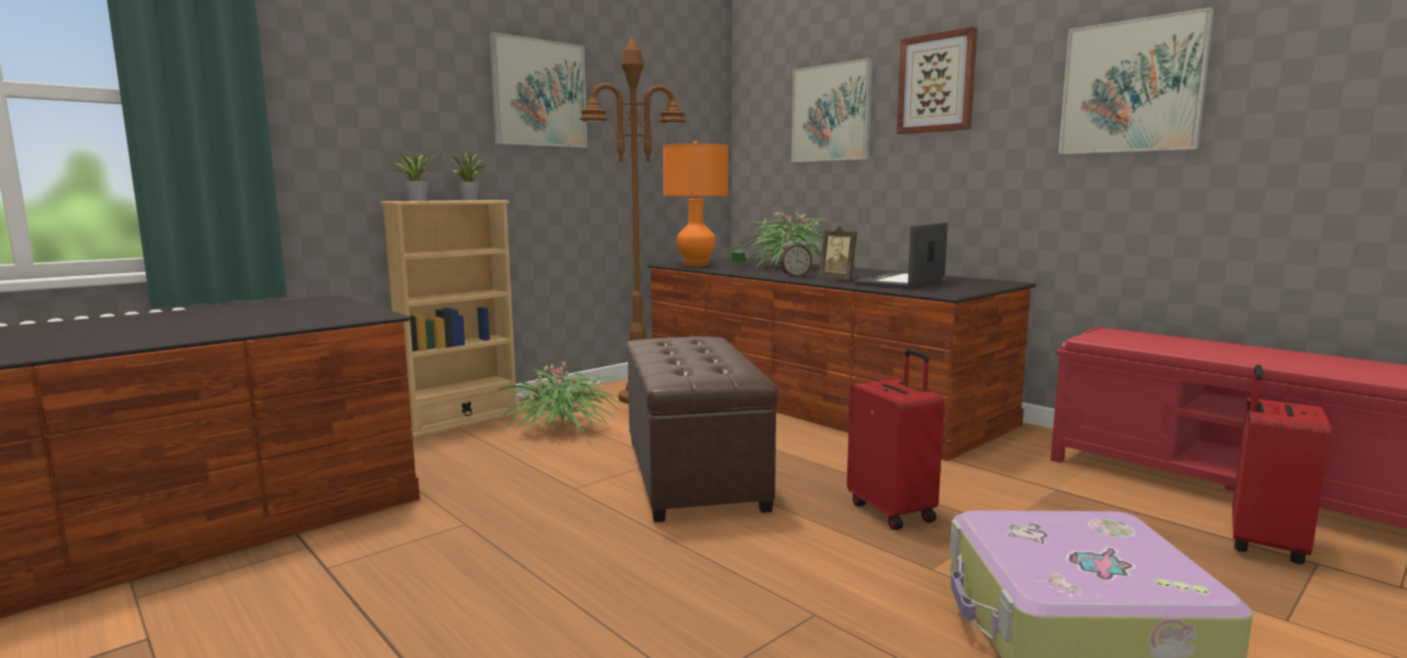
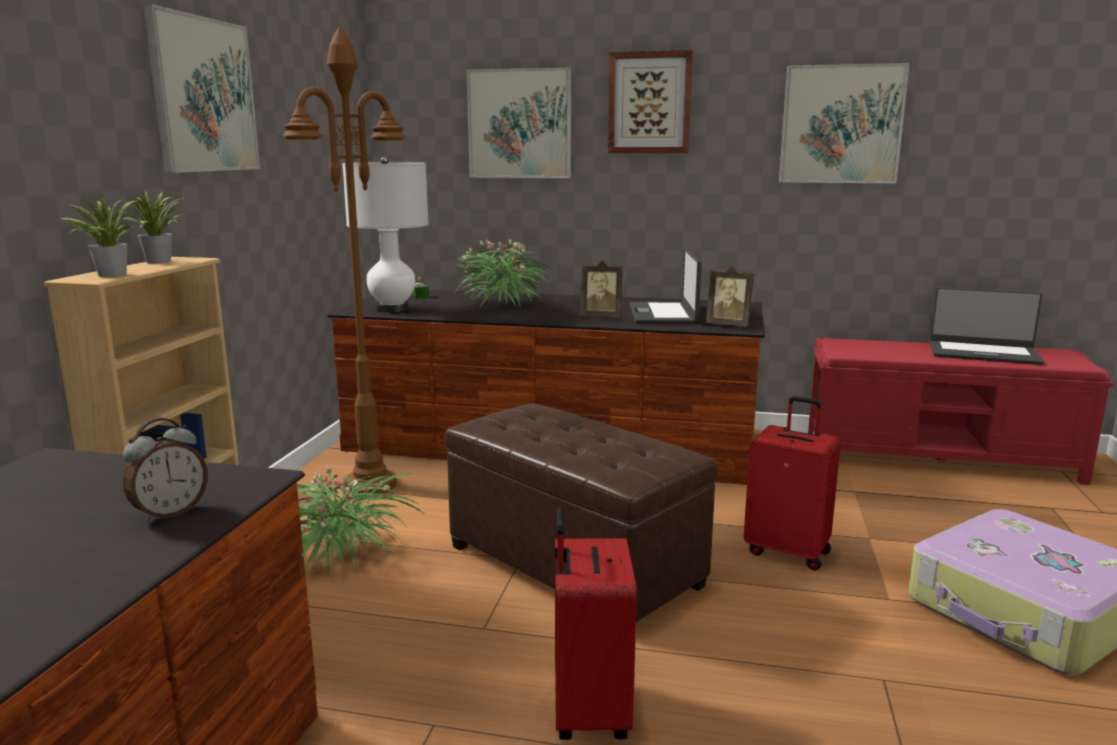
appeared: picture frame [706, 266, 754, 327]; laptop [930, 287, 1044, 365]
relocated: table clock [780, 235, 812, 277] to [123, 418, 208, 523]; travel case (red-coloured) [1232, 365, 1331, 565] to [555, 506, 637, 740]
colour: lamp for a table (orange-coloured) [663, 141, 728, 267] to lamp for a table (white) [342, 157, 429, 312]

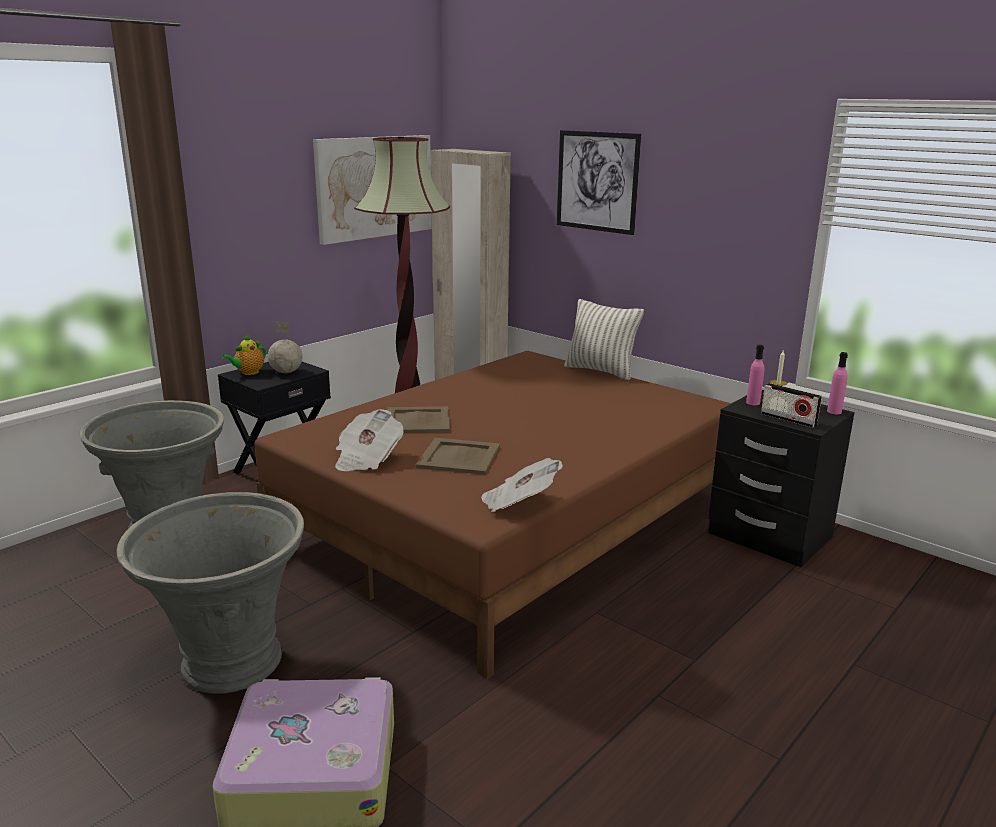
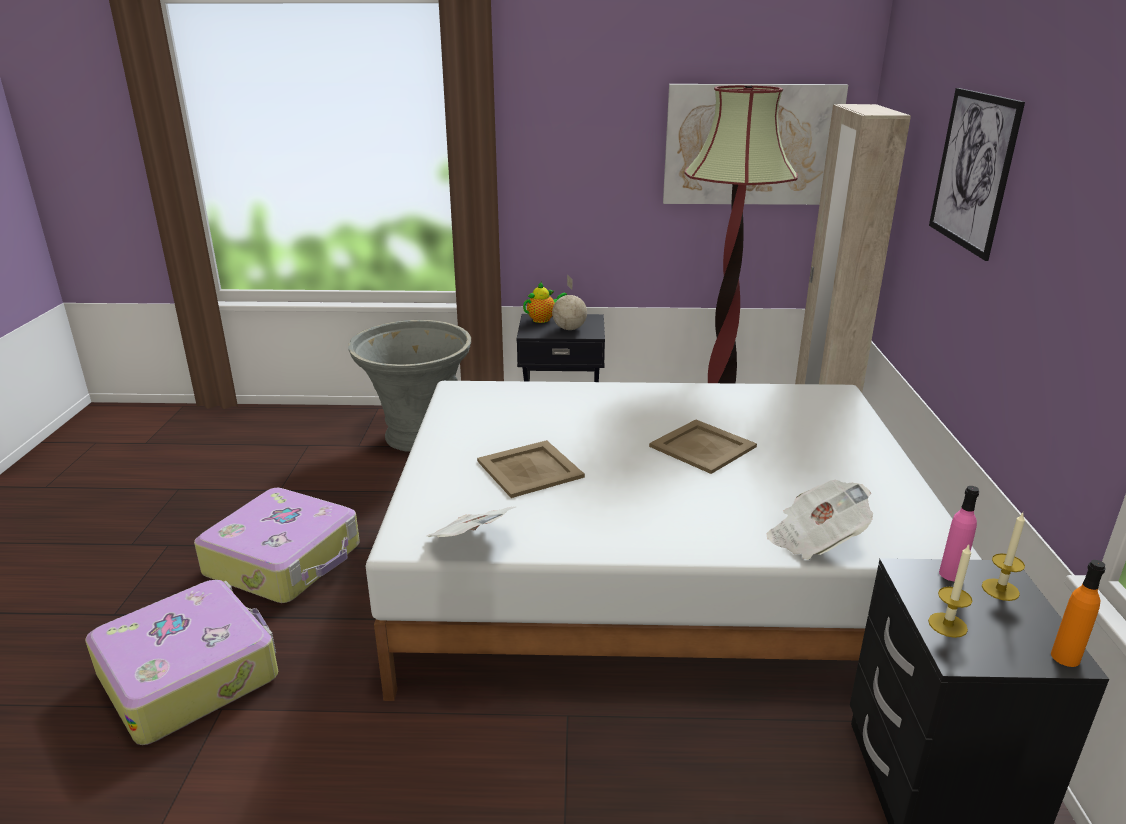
missing: pillow [564, 299, 644, 380]
relocated: printed paper [335, 409, 404, 471] to [767, 480, 873, 560]; tray (beige) [387, 406, 450, 433] to [649, 419, 757, 474]
exchanged: planter (gray) [116, 492, 304, 694] to travel case [194, 488, 360, 603]; radio [761, 383, 822, 428] to wax light [928, 545, 972, 638]
colour: bedroom bed (brownish) [254, 351, 731, 679] to bedroom bed (white) [366, 381, 982, 701]; bottle (pinkish) [827, 352, 848, 414] to bottle (orange-coloured) [1051, 560, 1106, 667]
spun: teapot [222, 334, 266, 375] = [523, 282, 567, 323] 150 degrees clockwise

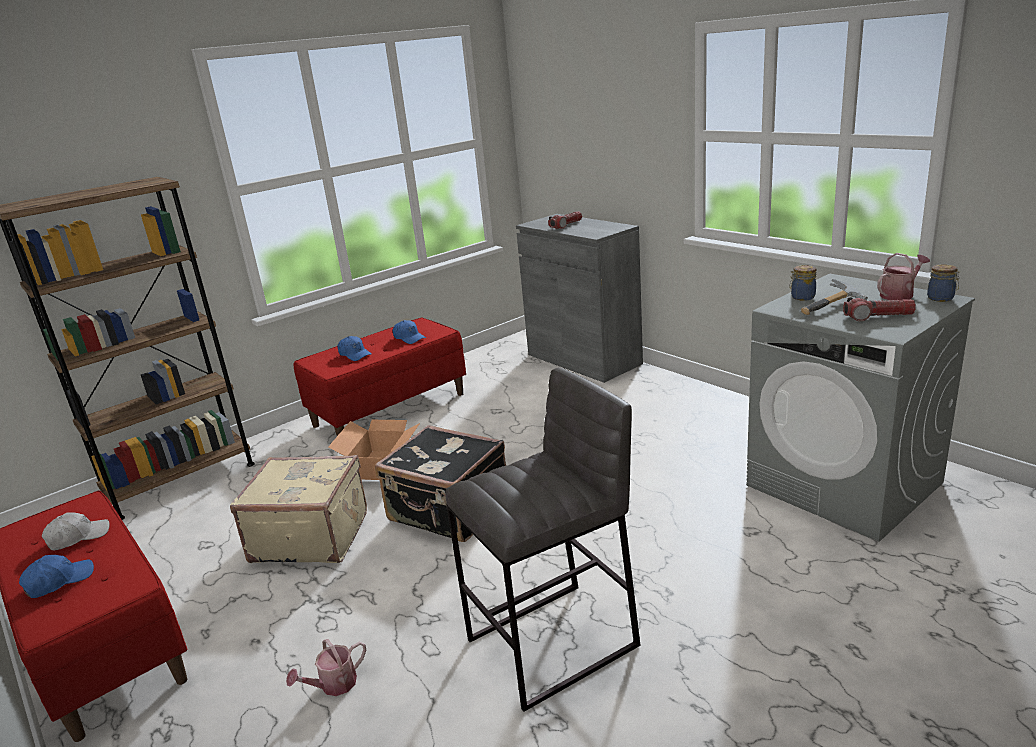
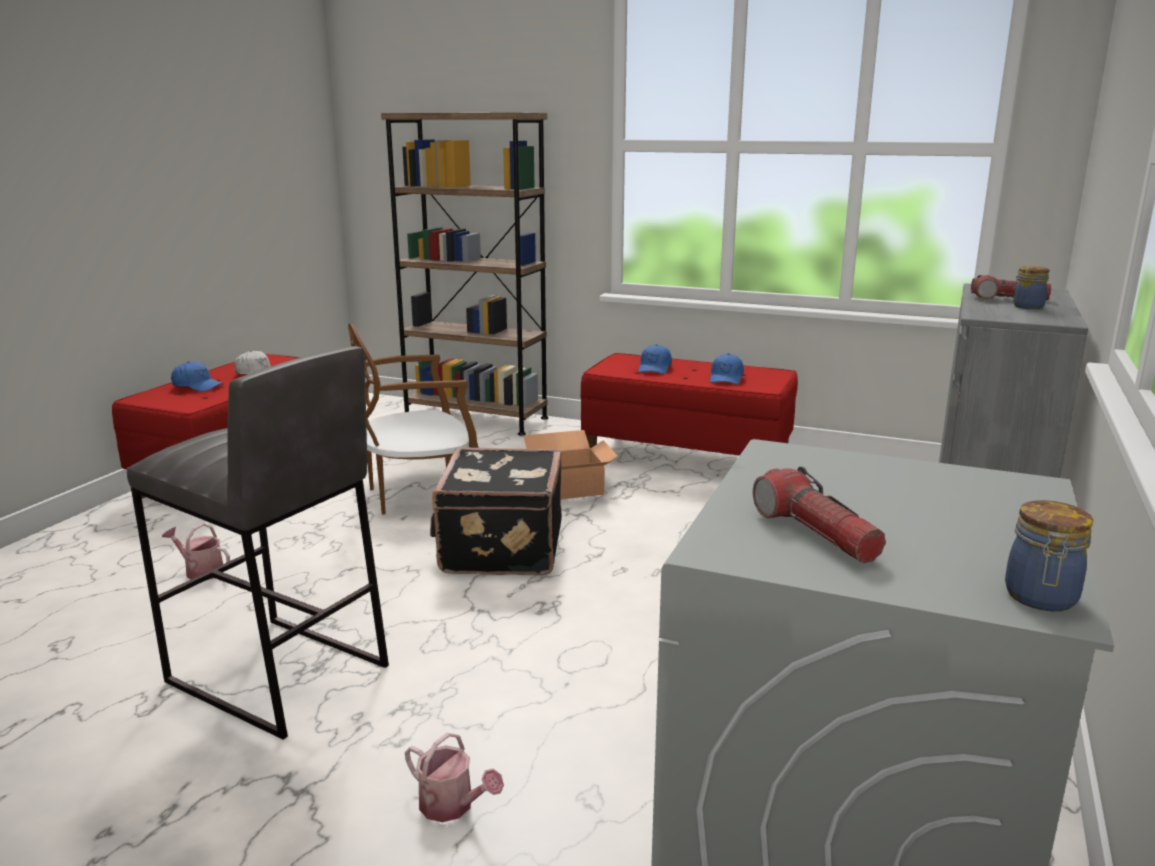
missing: hand hammer [801, 279, 868, 315]
relocated: preserve jar [789, 265, 817, 301] to [1013, 266, 1050, 309]; watering pot [877, 253, 930, 300] to [405, 733, 504, 822]
exchanged: travel case (beige) [230, 455, 367, 563] to plain chair (brownish) [348, 323, 479, 514]

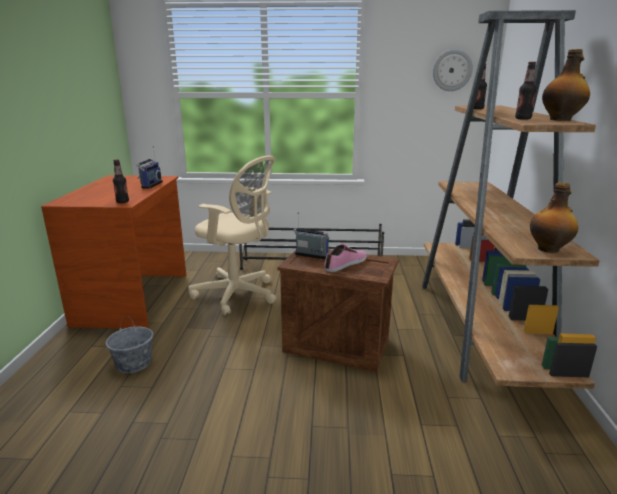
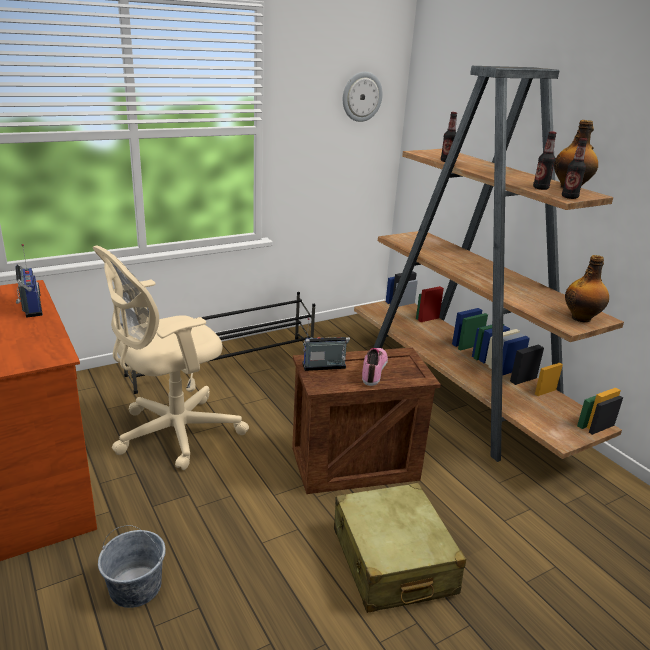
appeared: travel case (beige) [334, 483, 466, 613]
relocated: bottle [113, 159, 129, 203] to [562, 138, 587, 199]
spun: desk chair (beige) [188, 156, 276, 315] = [92, 245, 249, 470] 150 degrees clockwise

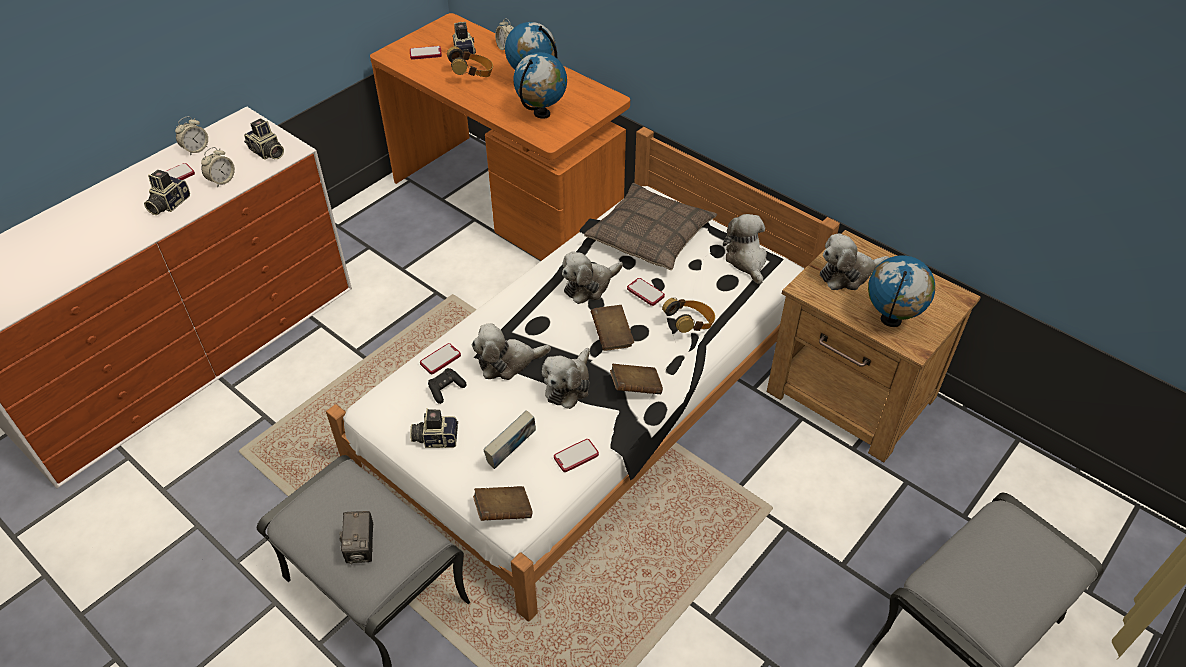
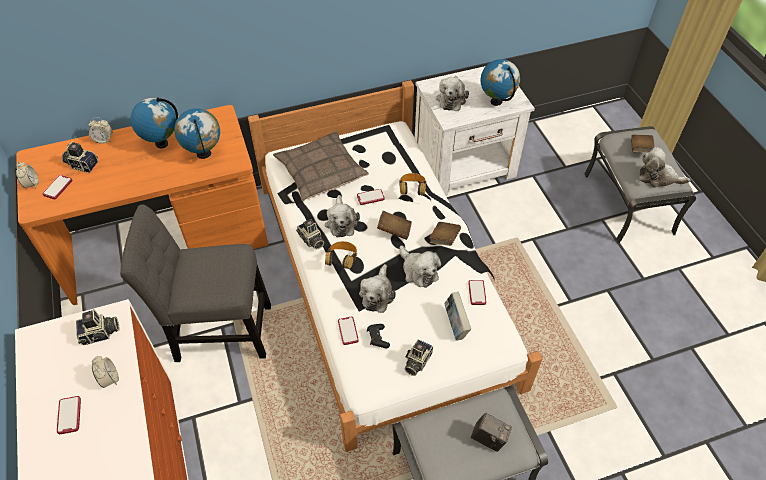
appeared: plain chair (gray) [120, 204, 271, 362]
relocated: photo camera [144, 170, 190, 215] to [296, 219, 324, 250]; table clock [175, 116, 208, 156] to [16, 162, 39, 188]; headphones [447, 46, 493, 77] to [325, 241, 357, 269]; book (brownish) [473, 486, 532, 521] to [631, 135, 655, 152]; cuddly toy [723, 214, 767, 284] to [639, 147, 690, 188]
colour: night table (brownish) [767, 230, 981, 463] to night table (white) [415, 66, 535, 196]

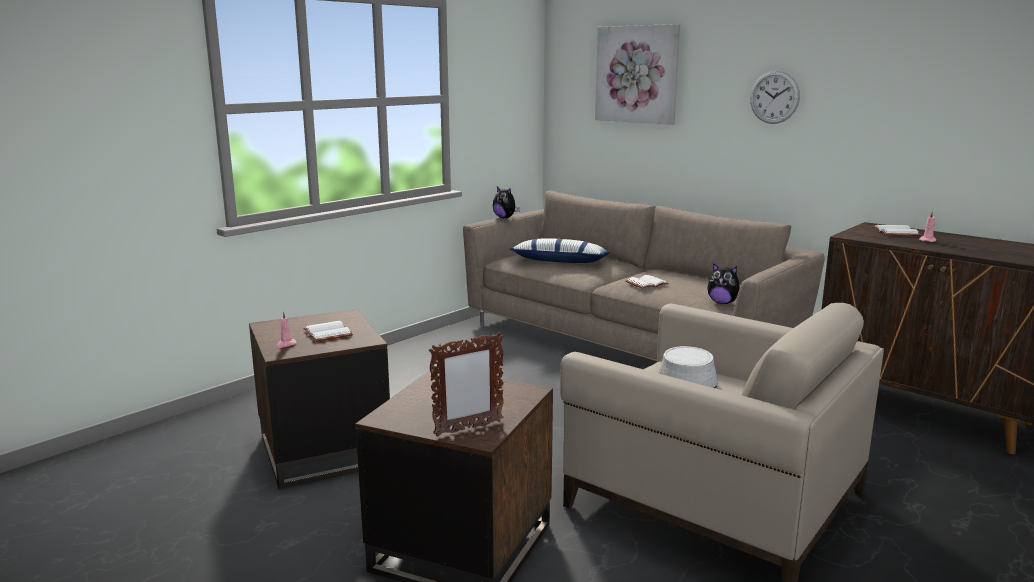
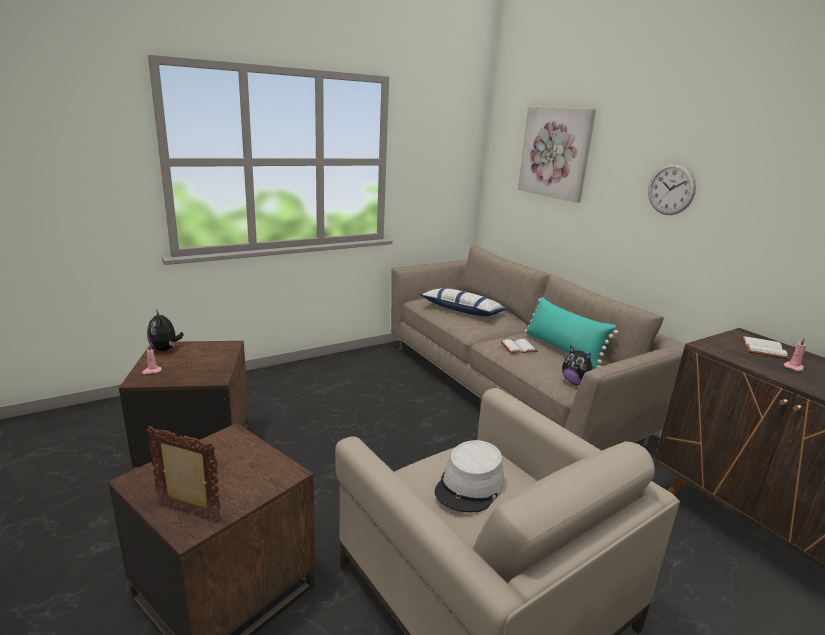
missing: book (white) [303, 321, 353, 342]
appeared: pillow (turquoise-coloured) [525, 297, 618, 369]
relocated: cuddly toy [493, 187, 520, 218] to [147, 310, 184, 351]
spun: picture frame [429, 332, 504, 437] = [146, 426, 221, 522] 150 degrees counterclockwise

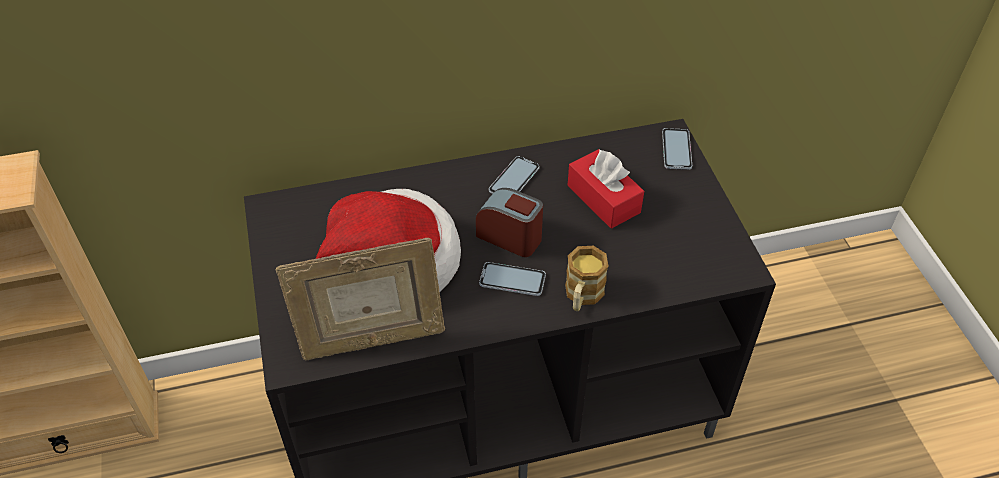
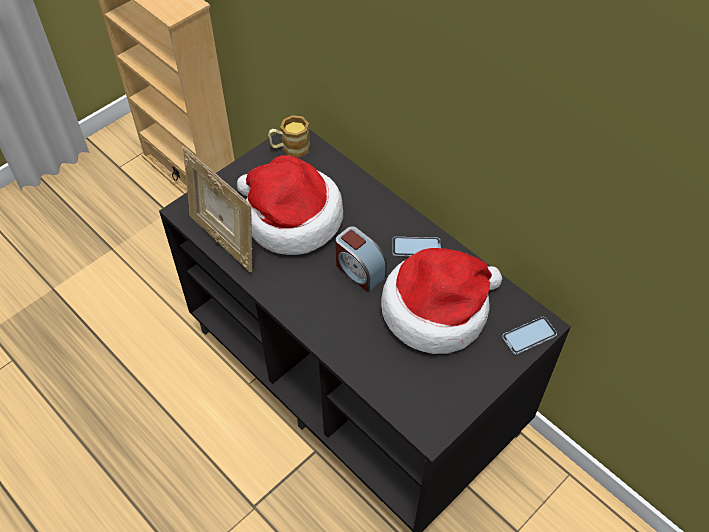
missing: telephone [479, 262, 546, 296]
relocated: coffee mug [565, 246, 608, 311] to [268, 115, 310, 158]
exchanged: tissue box (red-coloured) [567, 149, 644, 228] to wearable hat [381, 248, 502, 354]
spun: table clock [476, 188, 543, 257] = [335, 226, 387, 292] 135 degrees clockwise

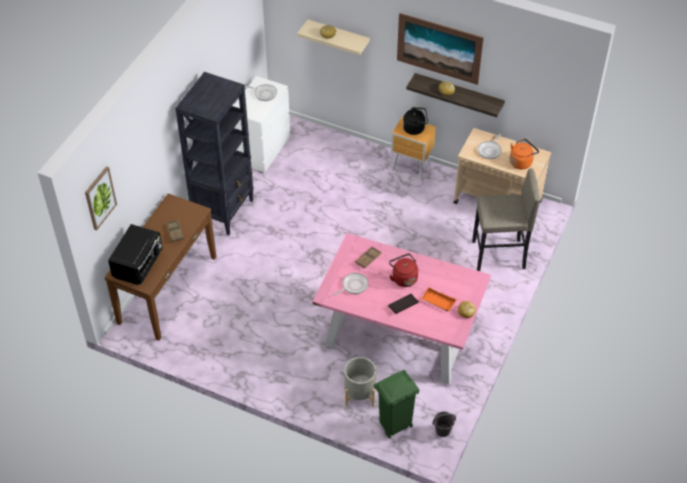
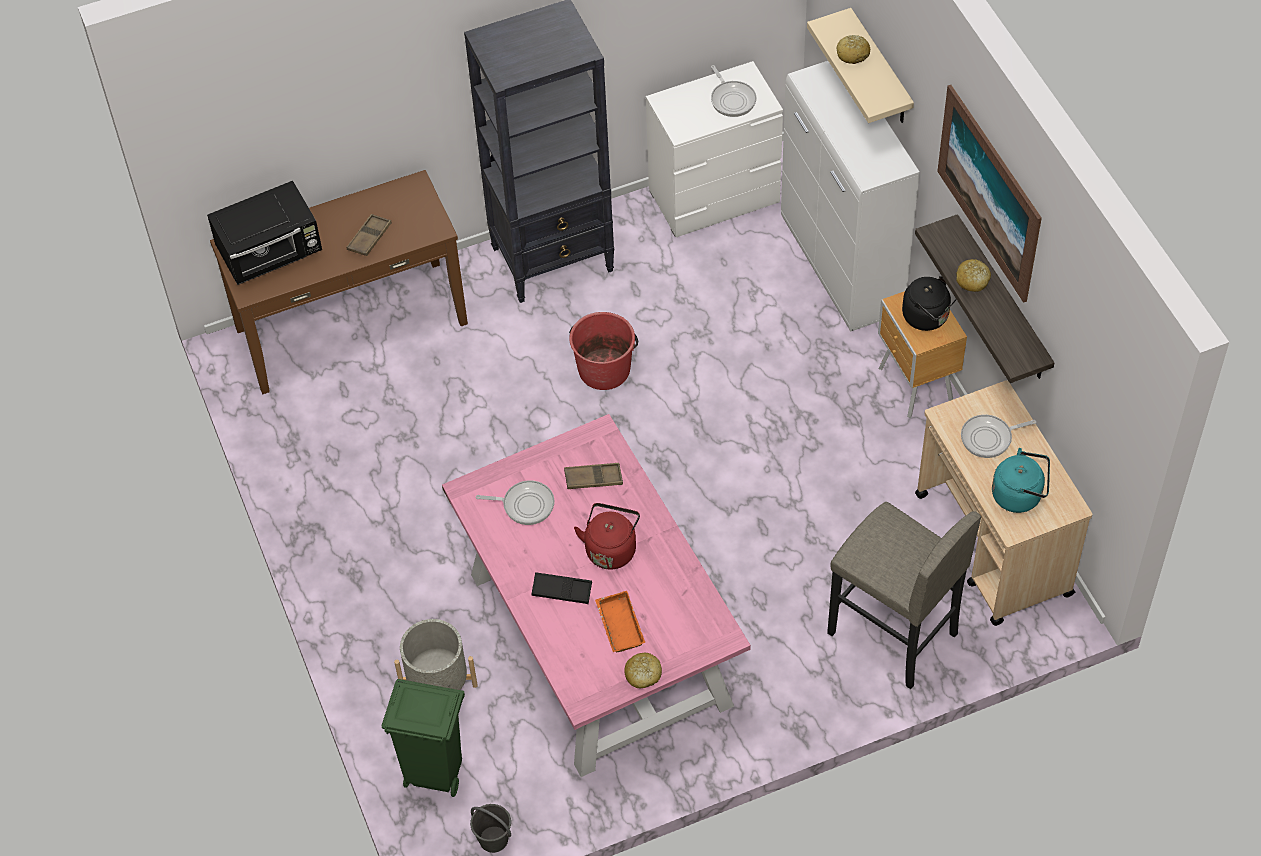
missing: wall picture [85, 166, 117, 230]
appeared: bucket (red-coloured) [569, 312, 638, 390]; cabinet (white) [781, 61, 920, 331]
colour: tea kettle (orange-coloured) [510, 139, 539, 170] to tea kettle (turquoise-coloured) [992, 448, 1050, 513]

